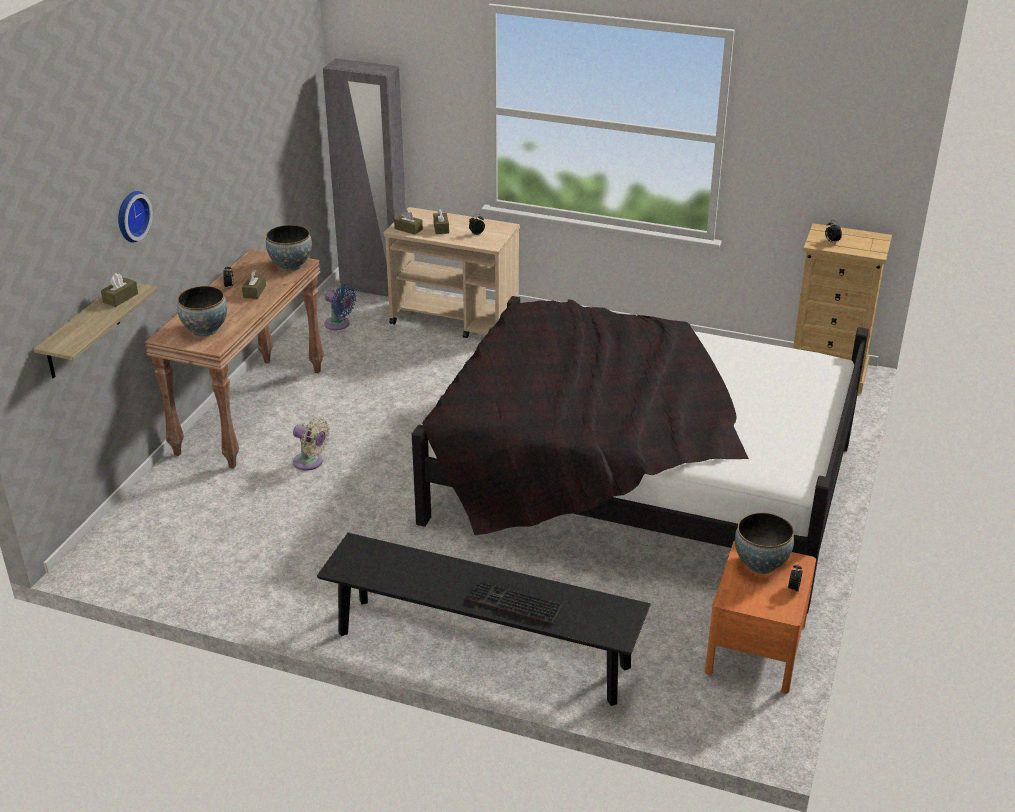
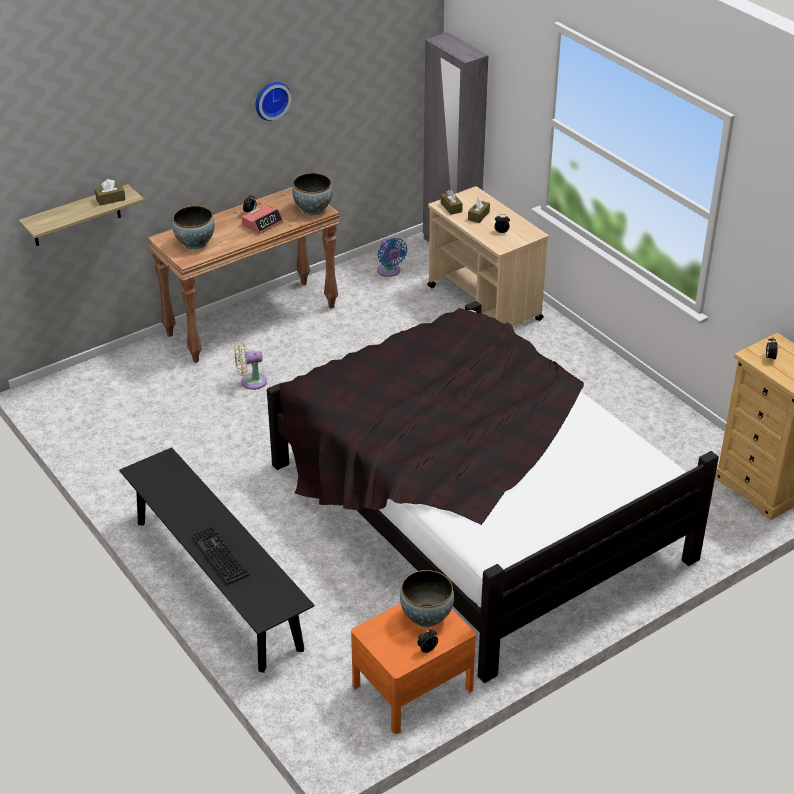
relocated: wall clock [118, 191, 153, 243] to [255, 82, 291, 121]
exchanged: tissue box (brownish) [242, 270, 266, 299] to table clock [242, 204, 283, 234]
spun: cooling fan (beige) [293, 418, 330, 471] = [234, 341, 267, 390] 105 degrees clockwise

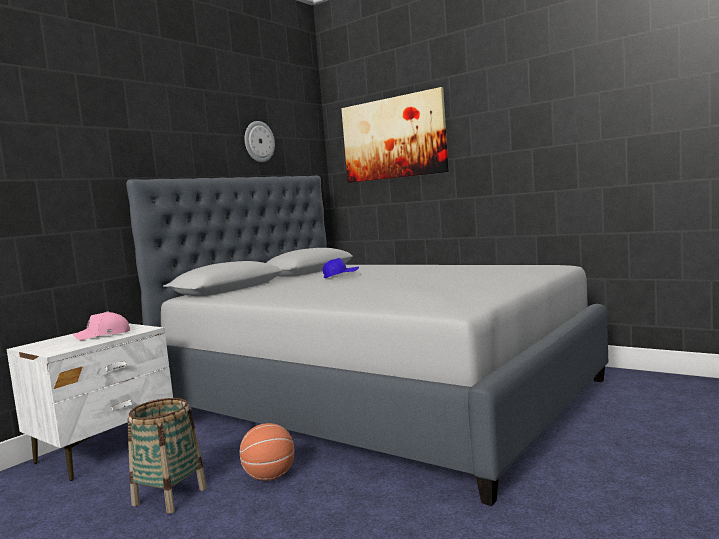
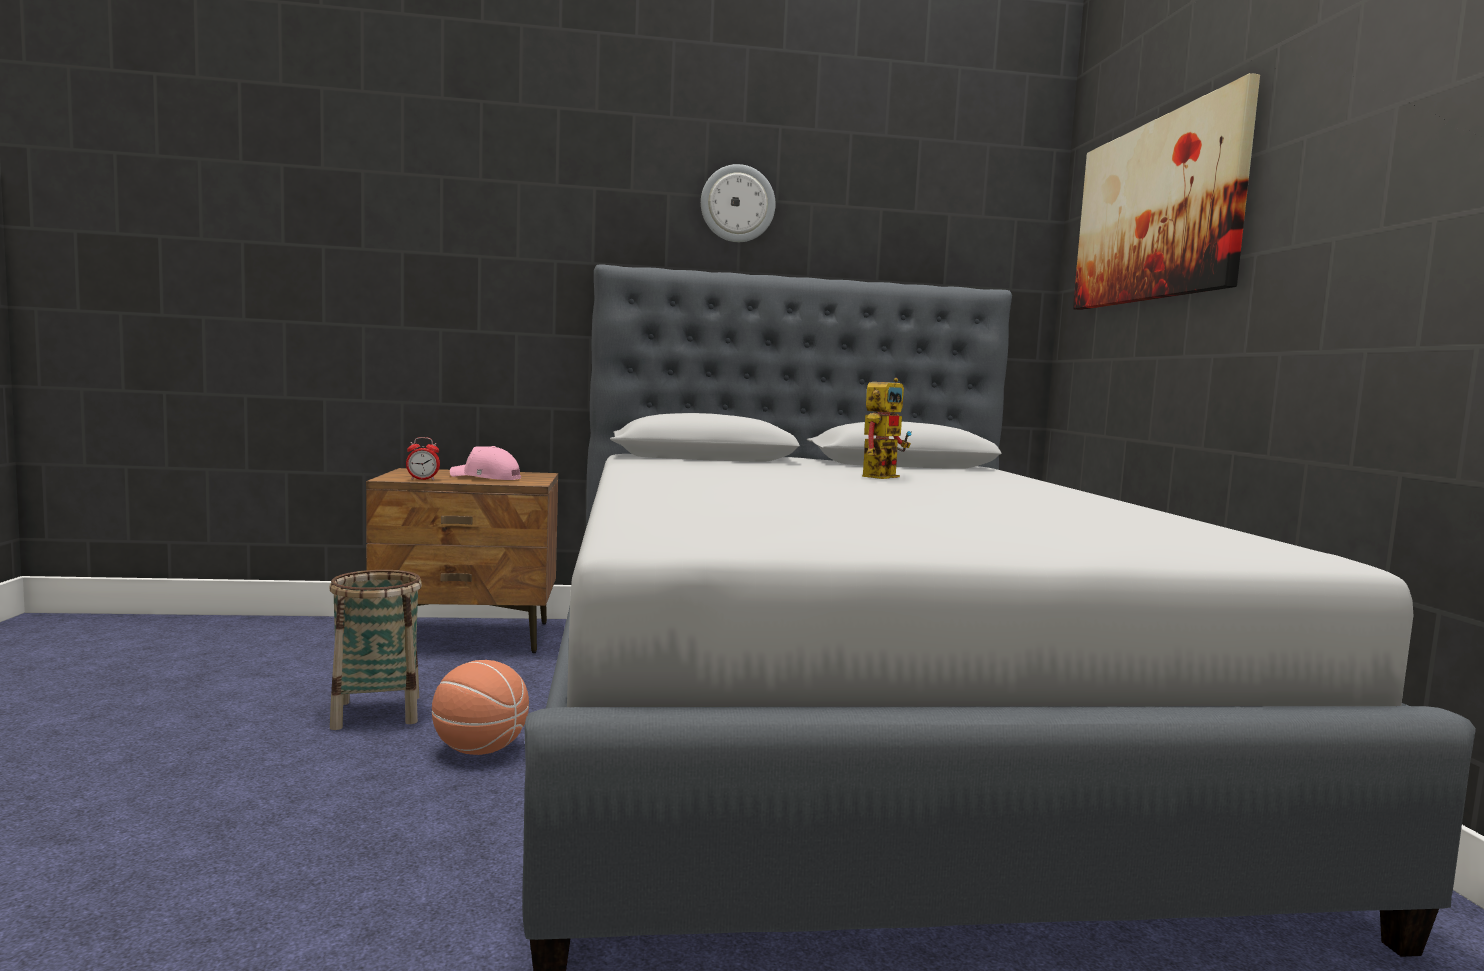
appeared: table clock [406, 437, 440, 480]
relocated: wall clock [245, 121, 275, 162] to [701, 164, 776, 242]
exchanged: peaked cap (blue-coloured) [323, 258, 359, 278] to toy robot [862, 378, 911, 479]
colour: night table (white) [7, 324, 173, 481] to night table (brownish) [366, 468, 558, 653]

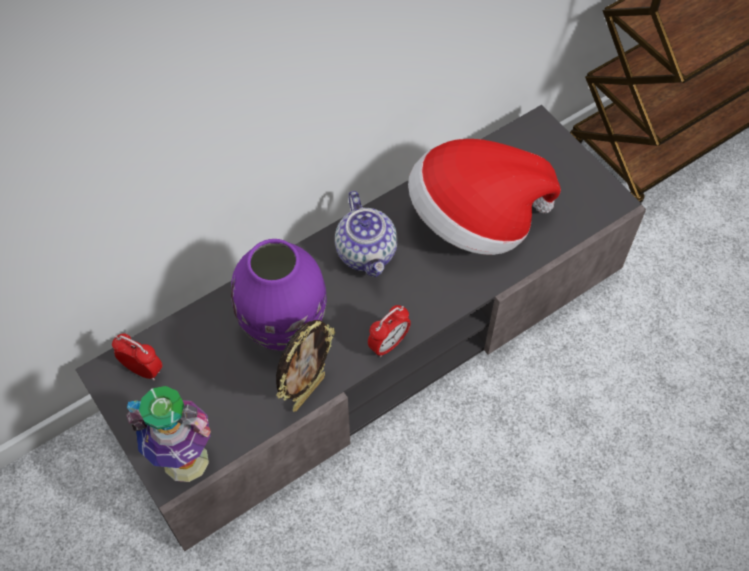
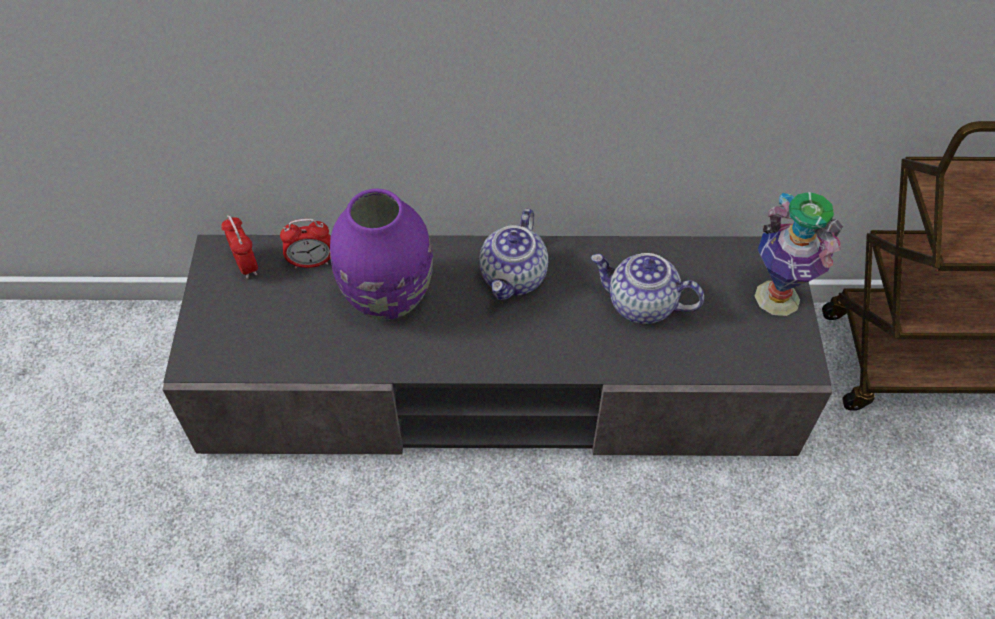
missing: picture frame [276, 320, 335, 412]
relocated: flower vase [126, 386, 211, 482] to [754, 192, 843, 316]; table clock [368, 305, 411, 357] to [280, 219, 331, 269]
exchanged: wearable hat [408, 139, 561, 255] to teapot [591, 253, 704, 324]

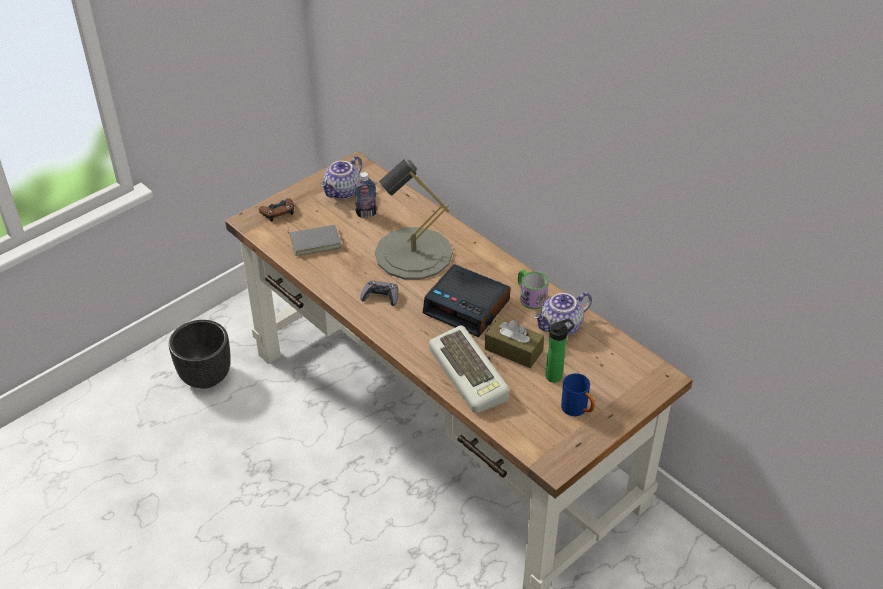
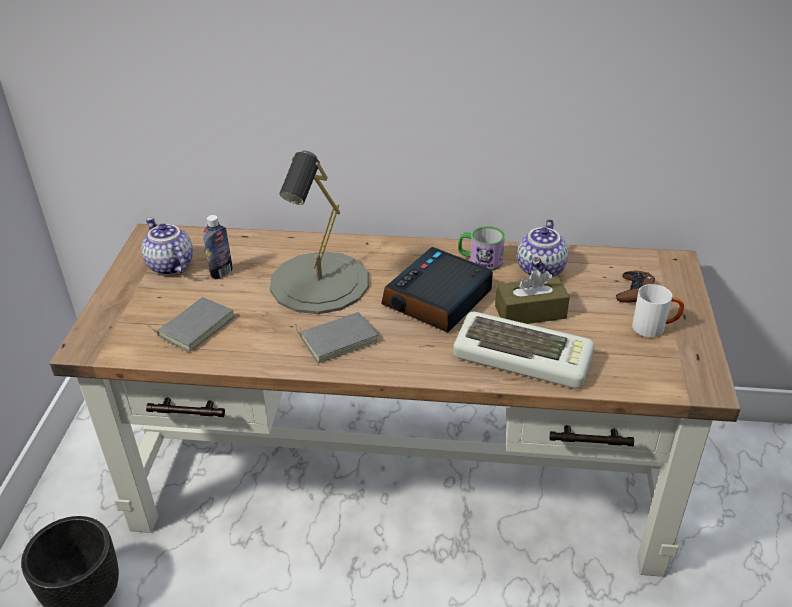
missing: bottle [546, 318, 575, 383]
relocated: game controller (brownish) [259, 198, 294, 221] to [616, 271, 655, 303]
exchanged: game controller (gray) [360, 281, 399, 306] to book (gray) [295, 312, 378, 363]
colour: coffee mug (blue-coloured) [561, 373, 595, 416] to coffee mug (white) [632, 284, 684, 337]
spun: teapot [320, 156, 362, 199] = [141, 217, 193, 275] 150 degrees clockwise; table clock [423, 264, 511, 337] = [381, 247, 493, 333] 135 degrees clockwise

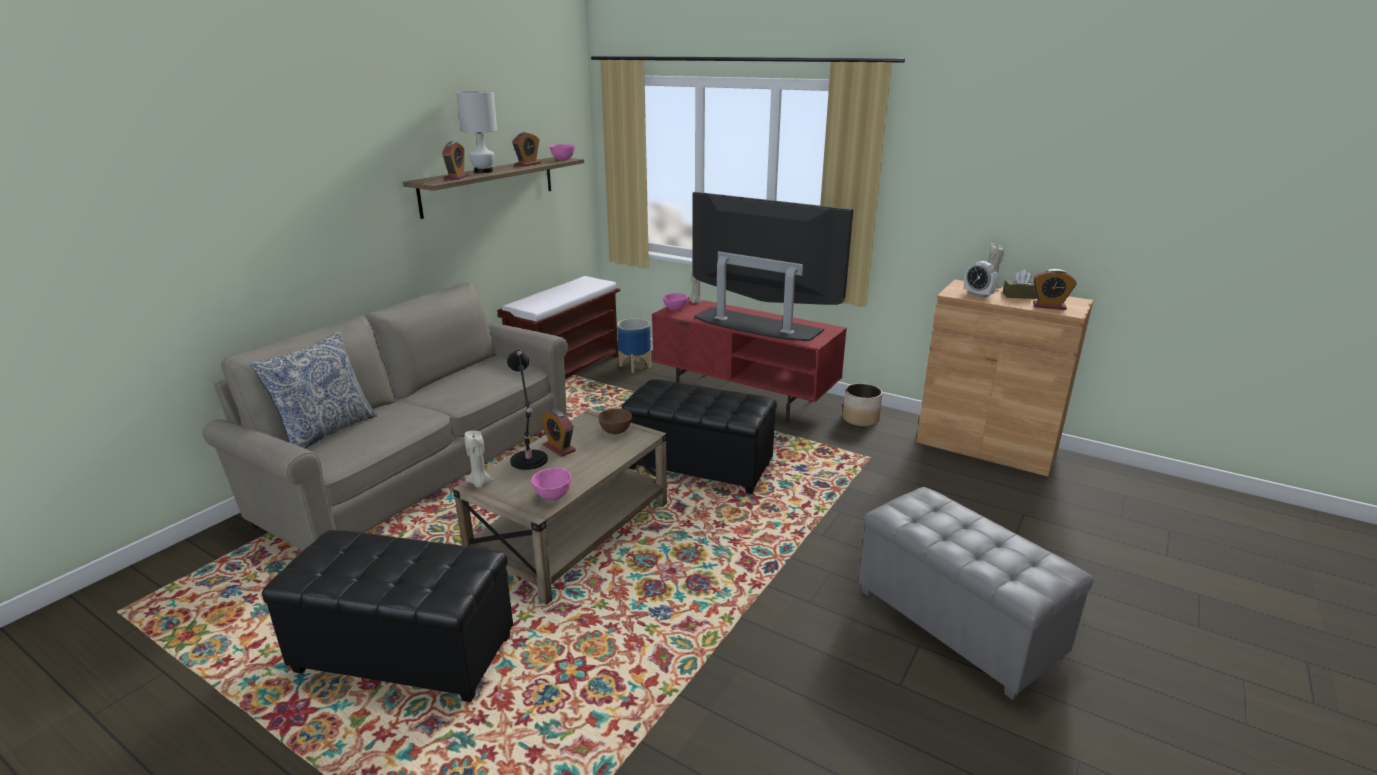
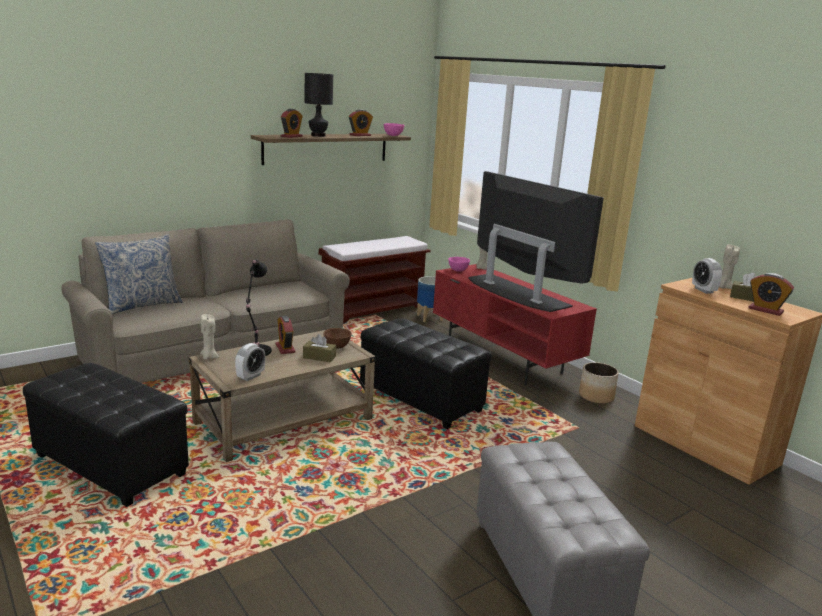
appeared: tissue box (brownish) [303, 334, 336, 362]
exchanged: bowl (pinkish) [531, 468, 571, 500] to table clock [235, 343, 265, 381]
colour: lamp for a table (white) [456, 91, 497, 173] to lamp for a table (black) [305, 73, 333, 137]

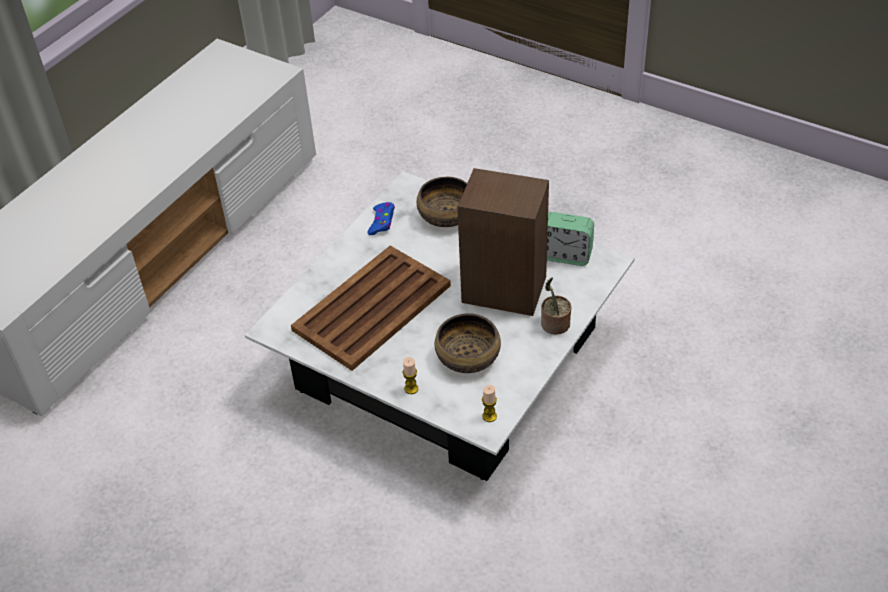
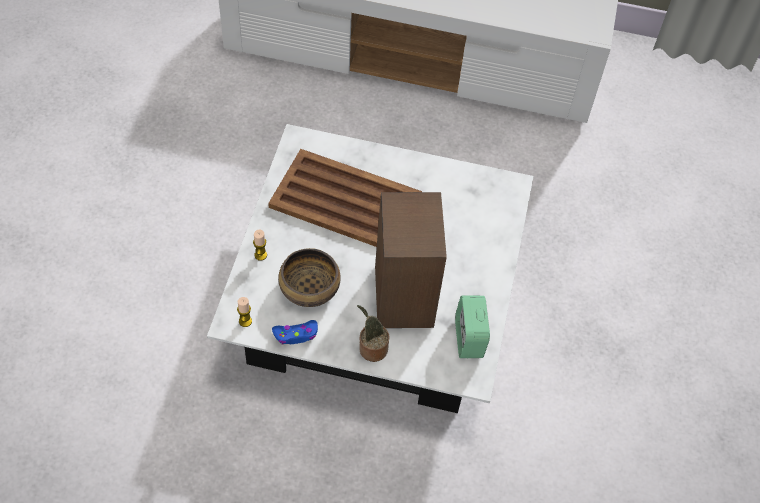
missing: bowl [416, 177, 467, 227]
relocated: game controller (blue-coloured) [368, 202, 395, 235] to [272, 320, 318, 345]

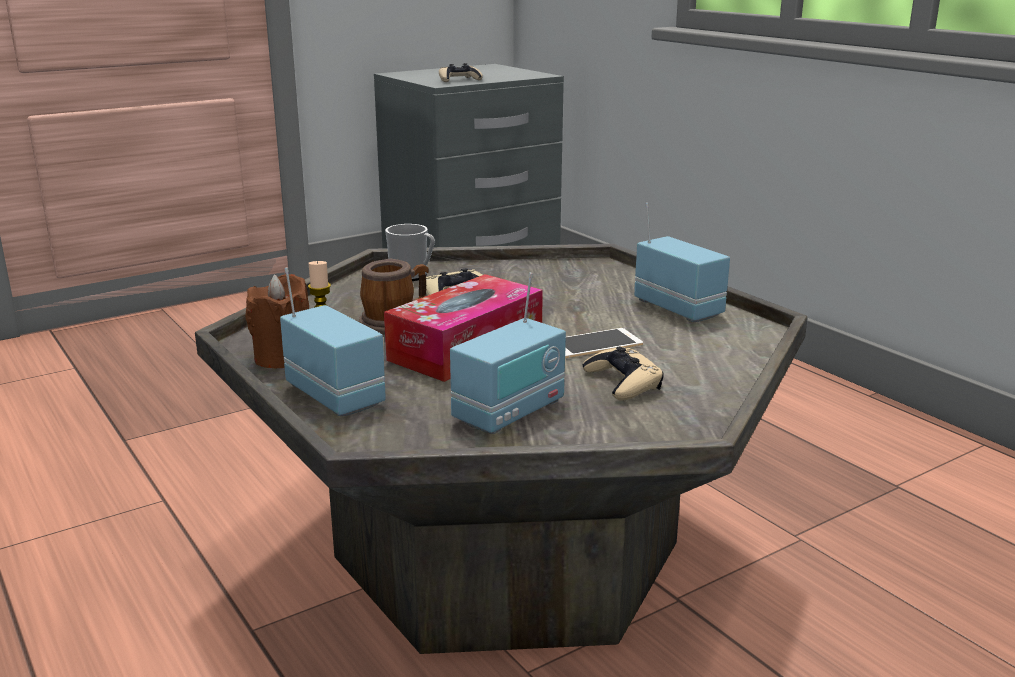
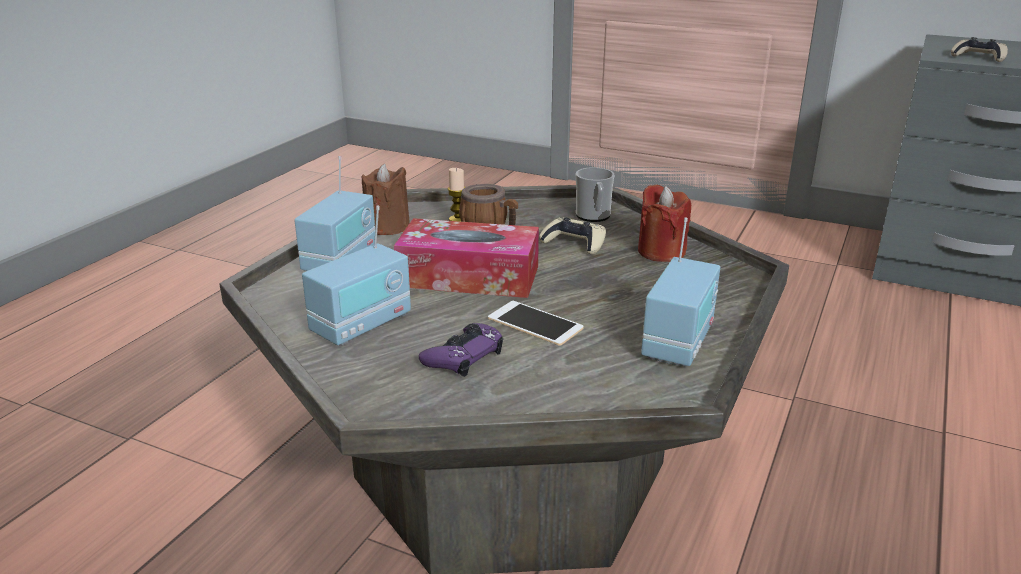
appeared: wax light (red-coloured) [638, 184, 691, 262]
colour: game controller (beige) [583, 346, 664, 401] to game controller (purple-coloured) [419, 323, 503, 377]
spun: radio [450, 273, 566, 434] = [302, 205, 411, 346] 60 degrees counterclockwise

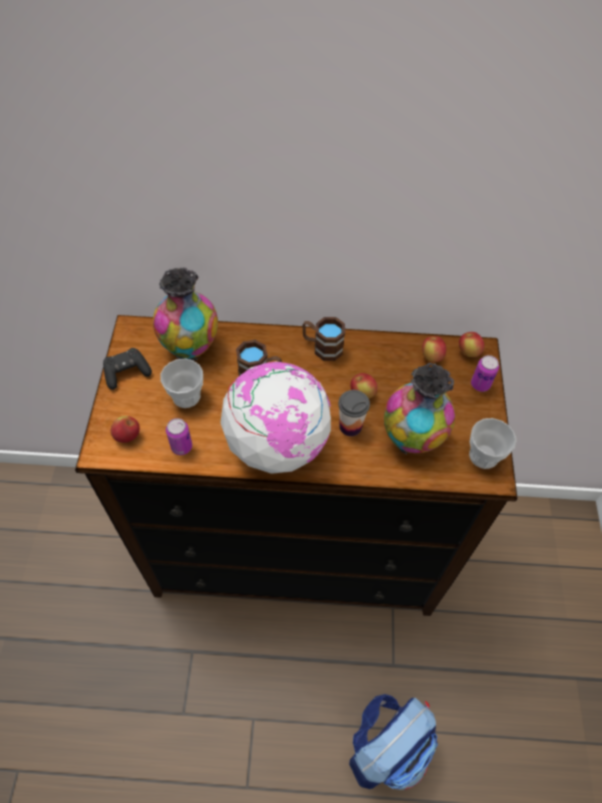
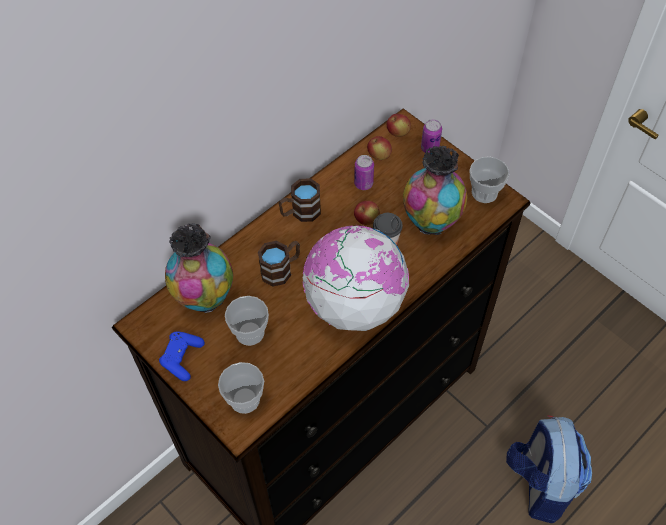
relocated: sealed can [166, 418, 192, 455] to [354, 155, 374, 190]
exchanged: whole apple [111, 416, 140, 443] to drinking cup [218, 362, 264, 414]
colour: game controller (black) [103, 348, 152, 390] to game controller (blue-coloured) [159, 331, 205, 381]

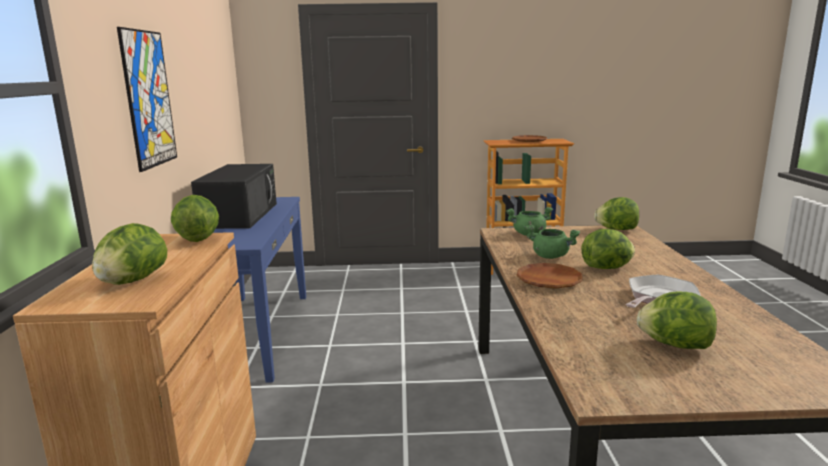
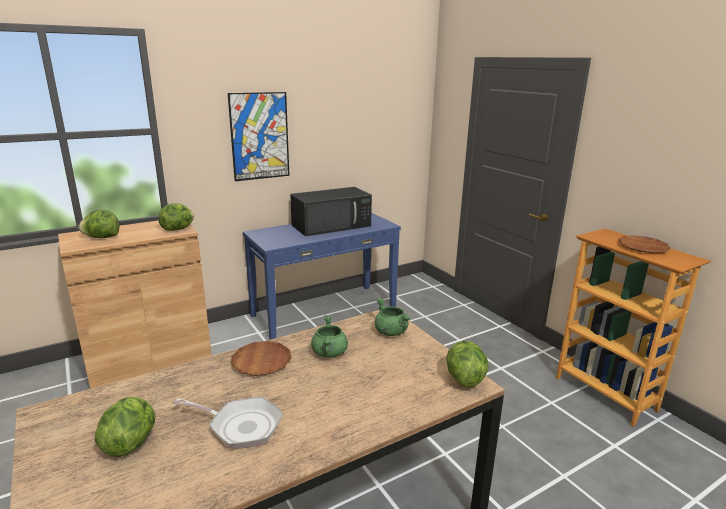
missing: lettuce head [581, 229, 635, 269]

